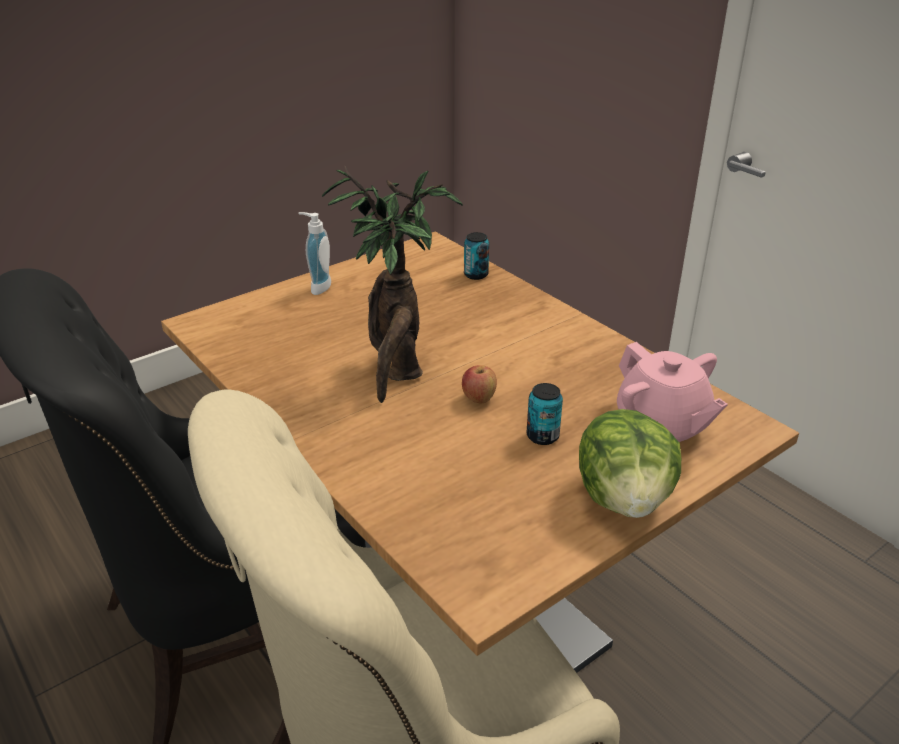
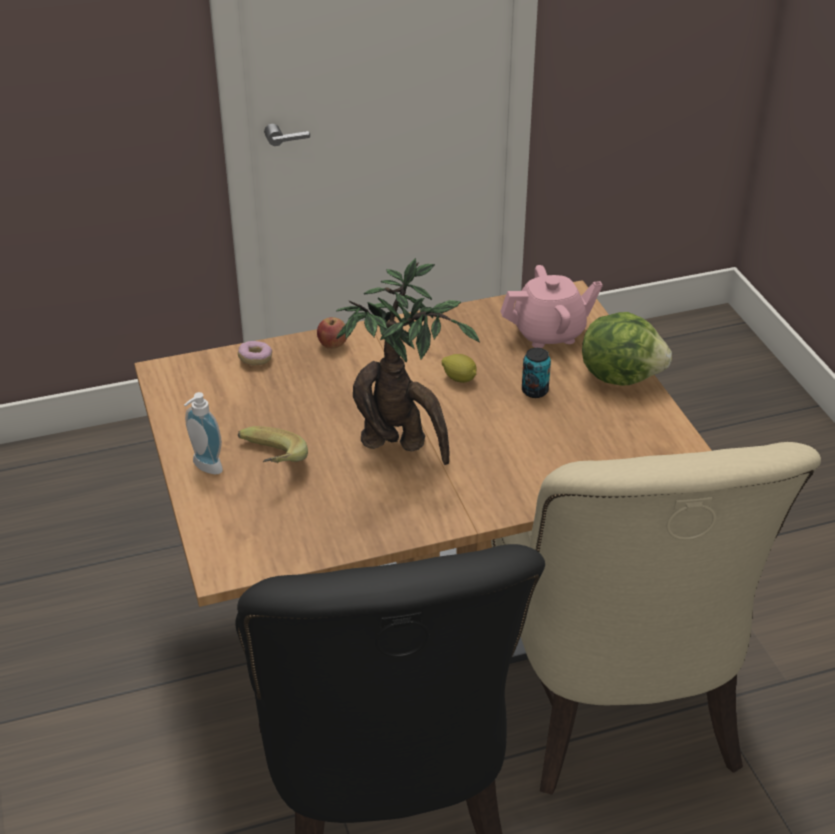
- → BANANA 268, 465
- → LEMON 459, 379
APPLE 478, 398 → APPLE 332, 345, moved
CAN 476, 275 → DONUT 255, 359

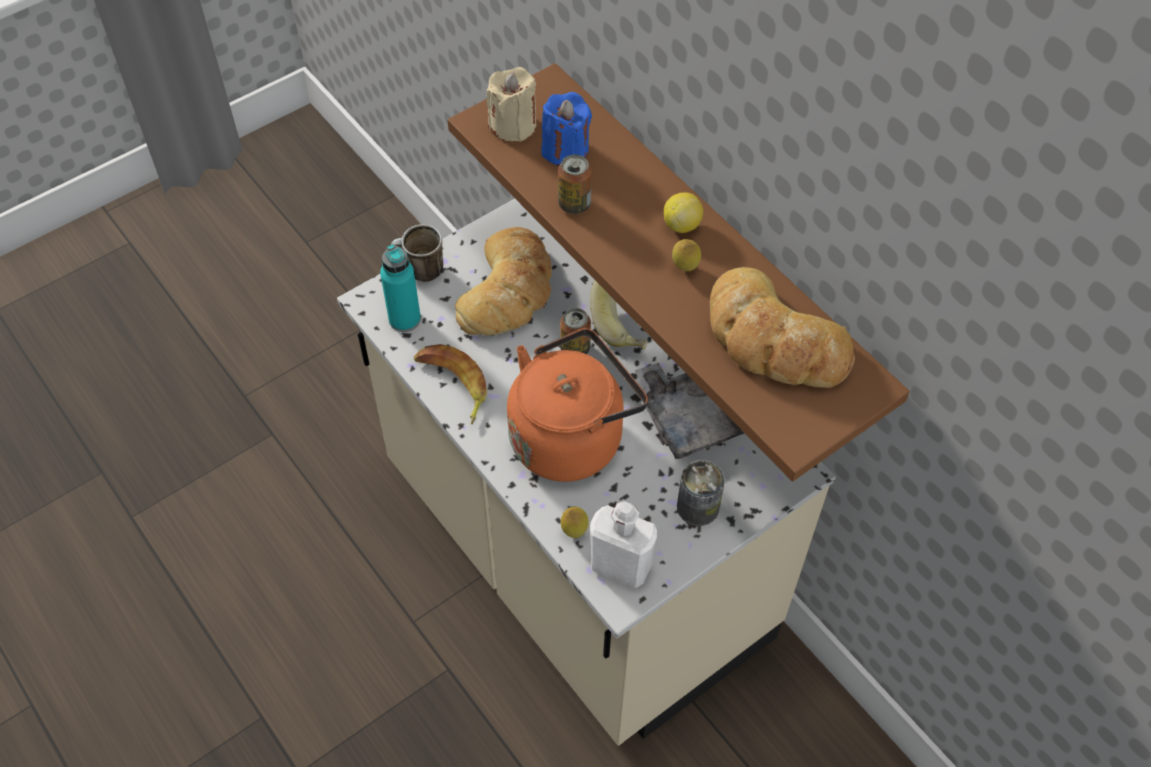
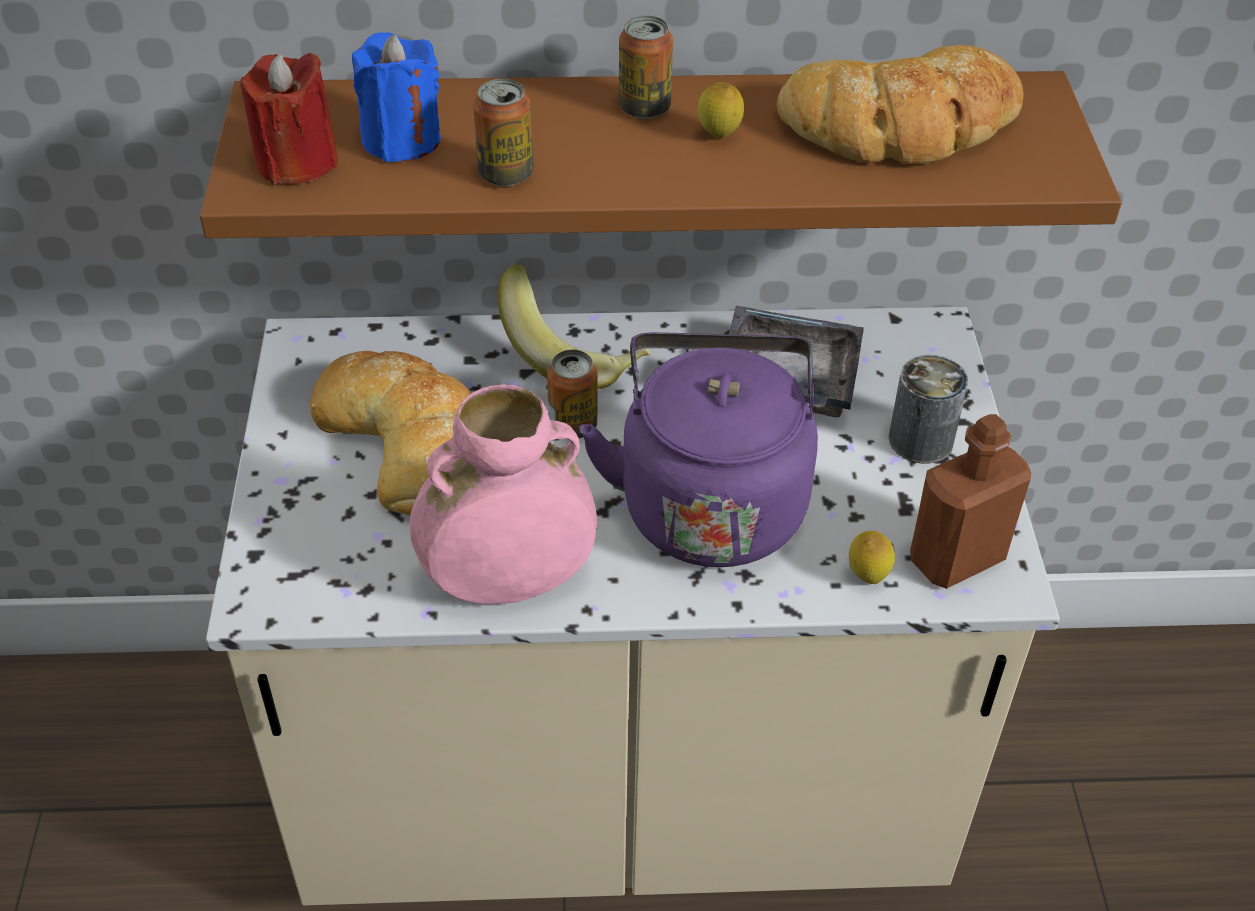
TURQUOISE BOTTLE 404, 319 → -
MUG 419, 272 → -
BANANA 452, 385 → PINK VASE 508, 582
LEMON 681, 225 → CAN 644, 108
BEIGE CANDLE 513, 125 → RED CANDLE 296, 162
ORANGE KETTLE 571, 436 → PURPLE KETTLE 711, 501
WHITE BOTTLE 620, 566 → BROWN BOTTLE 956, 559

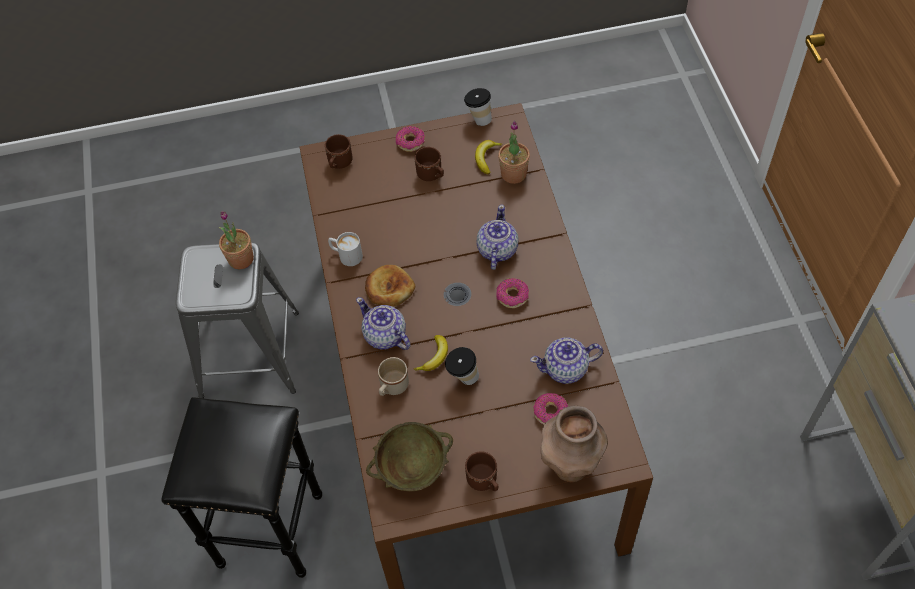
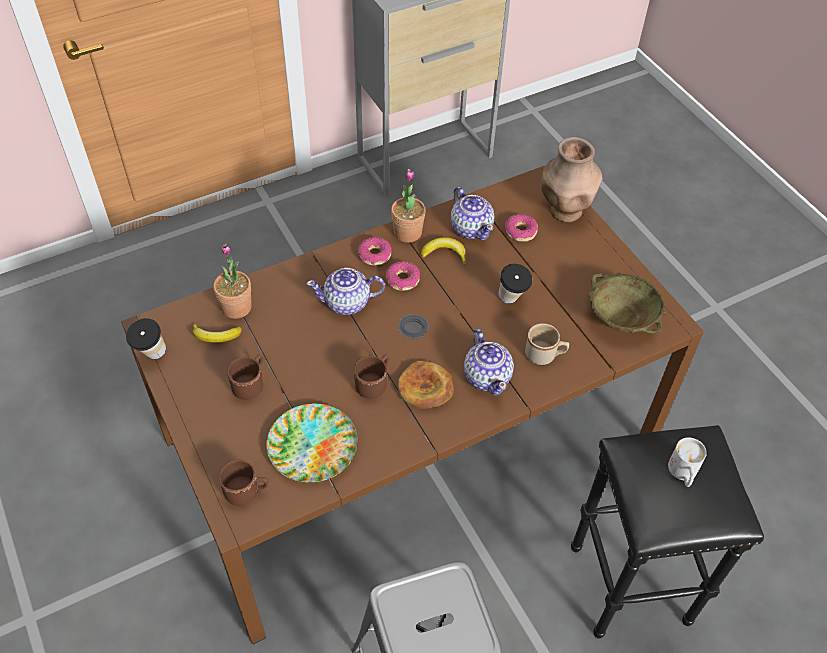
- → PLATE 311, 446
POTTED PLANT 241, 259 → POTTED PLANT 407, 233, moved
WHITE MUG 346, 255 → WHITE MUG 683, 474, moved
DONUT 410, 142 → DONUT 374, 255, moved
BANANA 434, 357 → BANANA 444, 253, moved
BROWN MUG 484, 482 → BROWN MUG 374, 384, moved
TEAPOT 385, 336 → TEAPOT 487, 376, 45 degrees counterclockwise

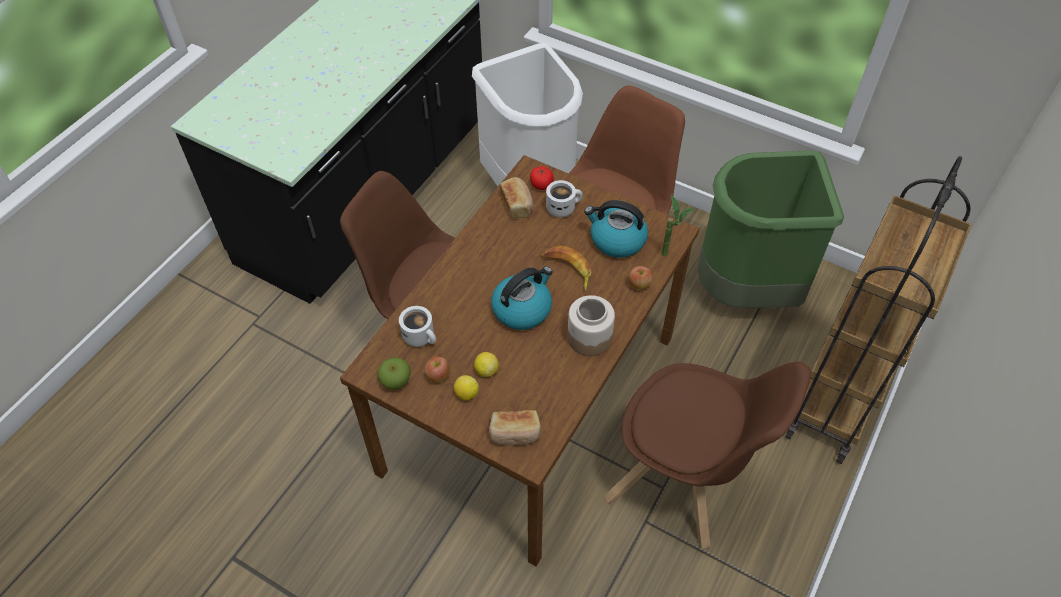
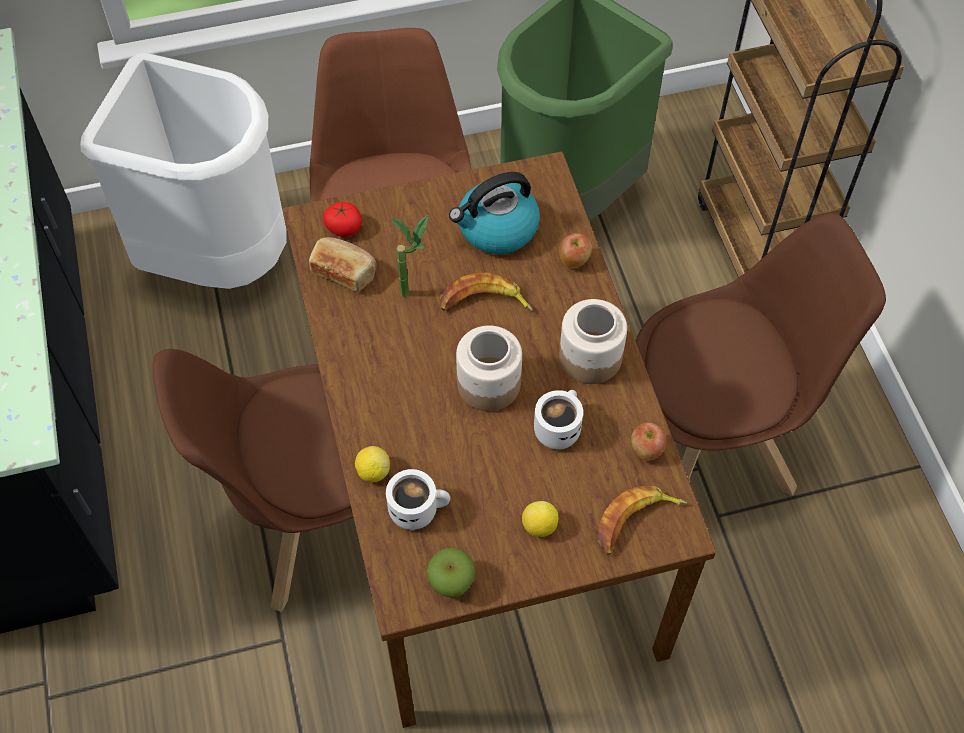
APPLE 438, 376 → APPLE 646, 450, moved
LEMON 486, 370 → LEMON 373, 471, moved
WHITE MUG 562, 207 → WHITE MUG 557, 427, moved
POTTED PLANT 669, 256 → POTTED PLANT 414, 292, moved
BREAD 515, 434 → BANANA 635, 522
KETTLE 522, 309 → JAR 488, 384

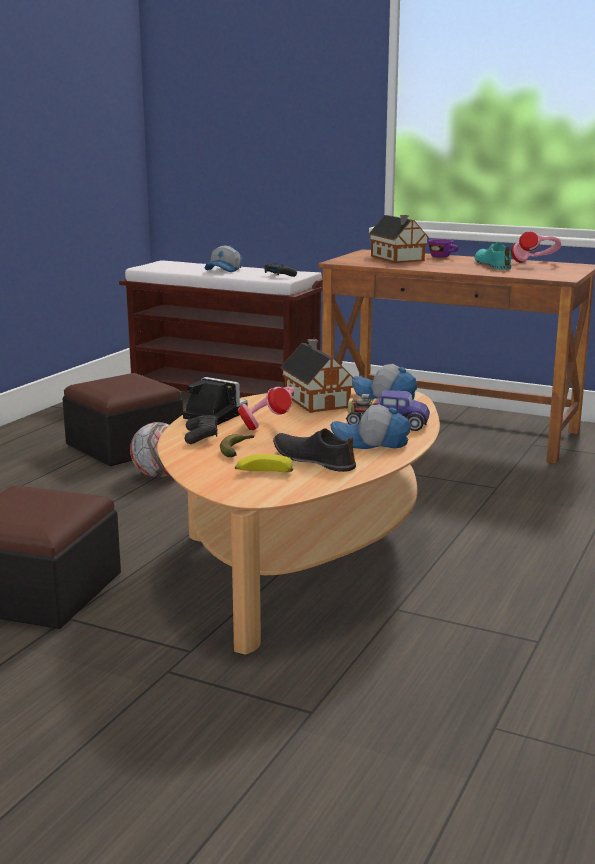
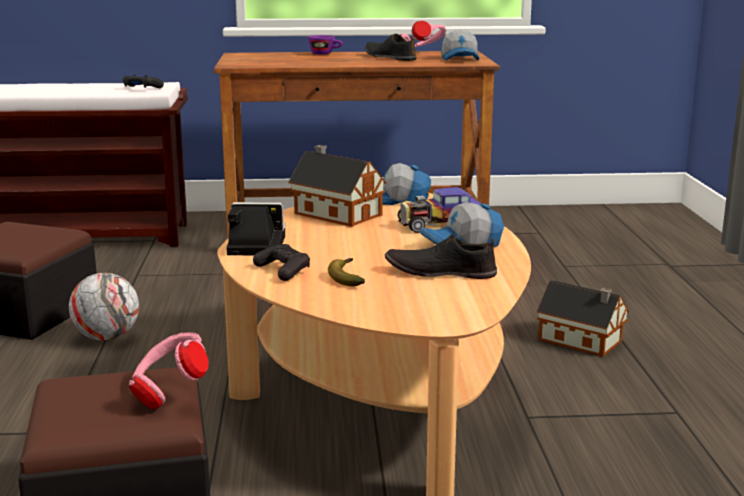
BANANA 263, 473 → -
CAP 224, 270 → CAP 460, 59, moved
PINK HEADPHONES 268, 425 → PINK HEADPHONES 169, 394, moved
TOY HOUSE 398, 259 → TOY HOUSE 582, 341, moved
TURQUOISE SHOE 492, 265 → BLACK SHOE 389, 57

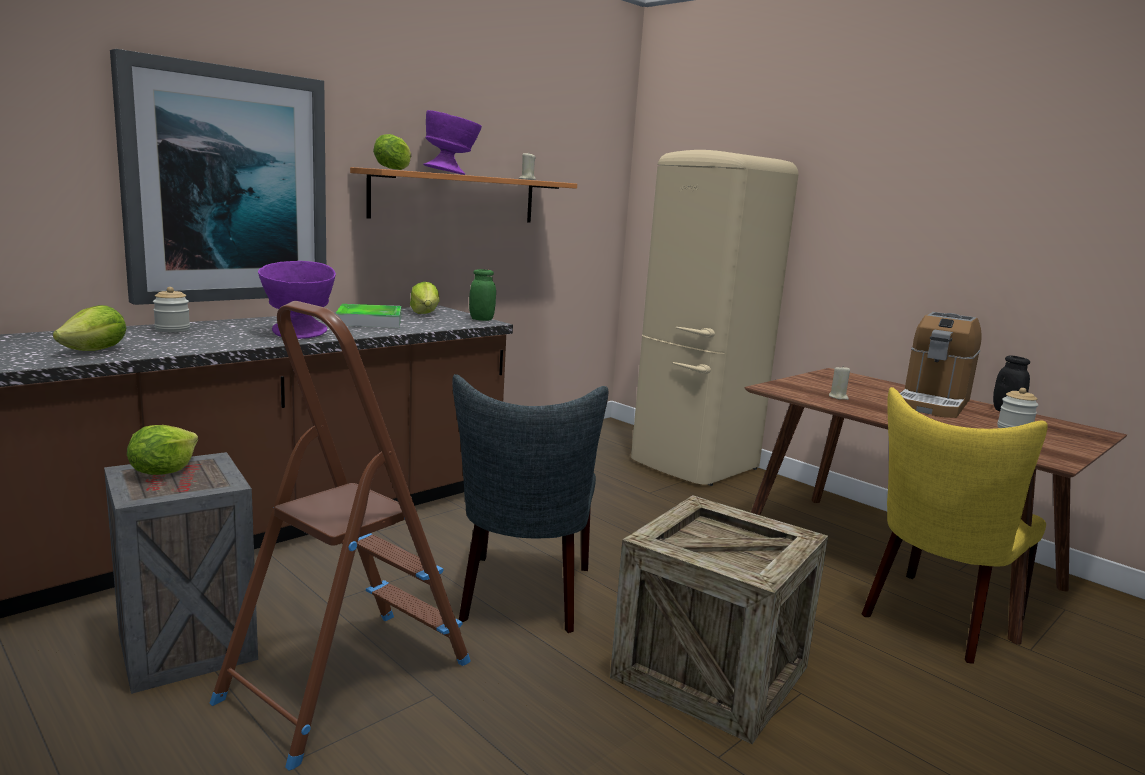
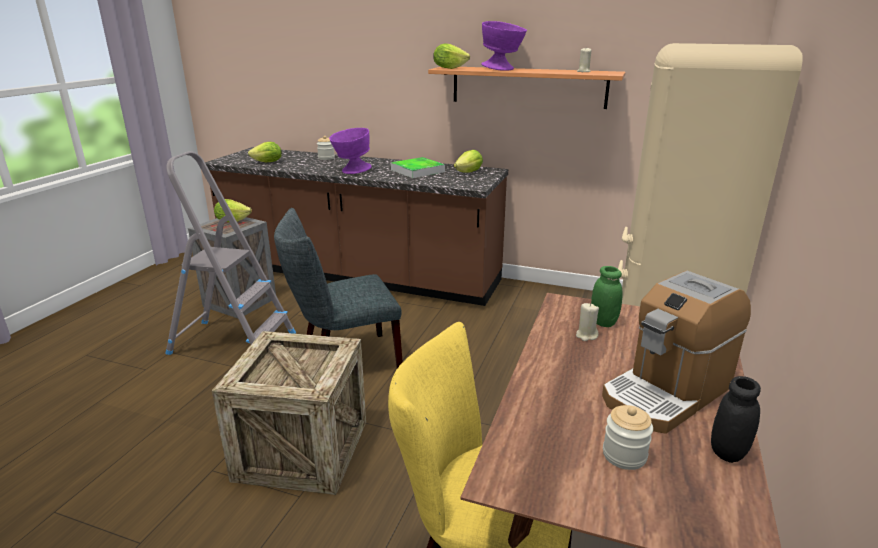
PICTURE 227, 186 → -
GREEN JAR 481, 319 → GREEN JAR 603, 322, moved
BROWN STEP LADDER 350, 679 → GREY STEP LADDER 234, 343
COFFEE MACHINE 933, 403 → COFFEE MACHINE 666, 392, 45 degrees counterclockwise

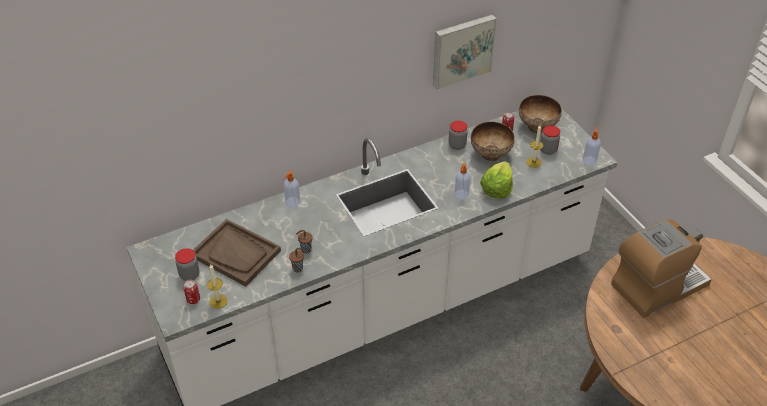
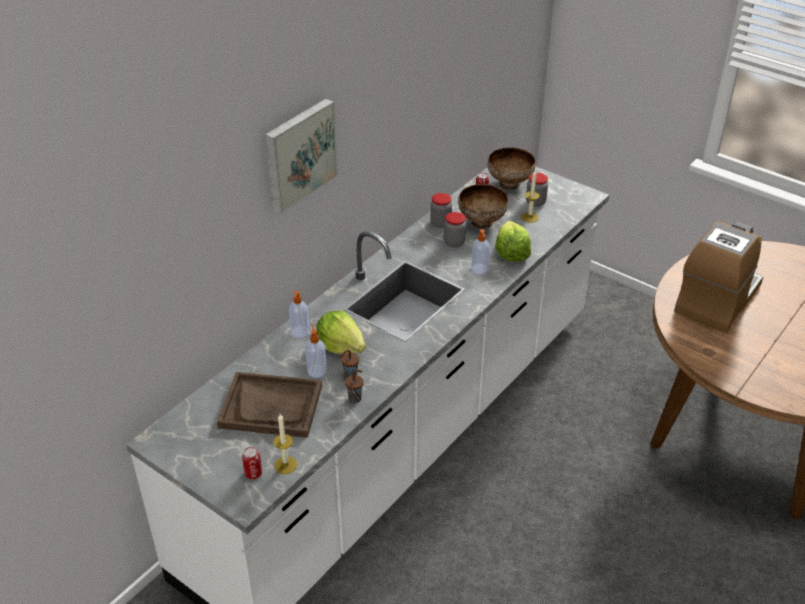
- → LETTUCE 341, 345
JAR 189, 275 → JAR 454, 242, moved
PICTURE 462, 50 → PICTURE 299, 154, moved
SOAP DISPENSER 589, 160 → SOAP DISPENSER 316, 370, moved

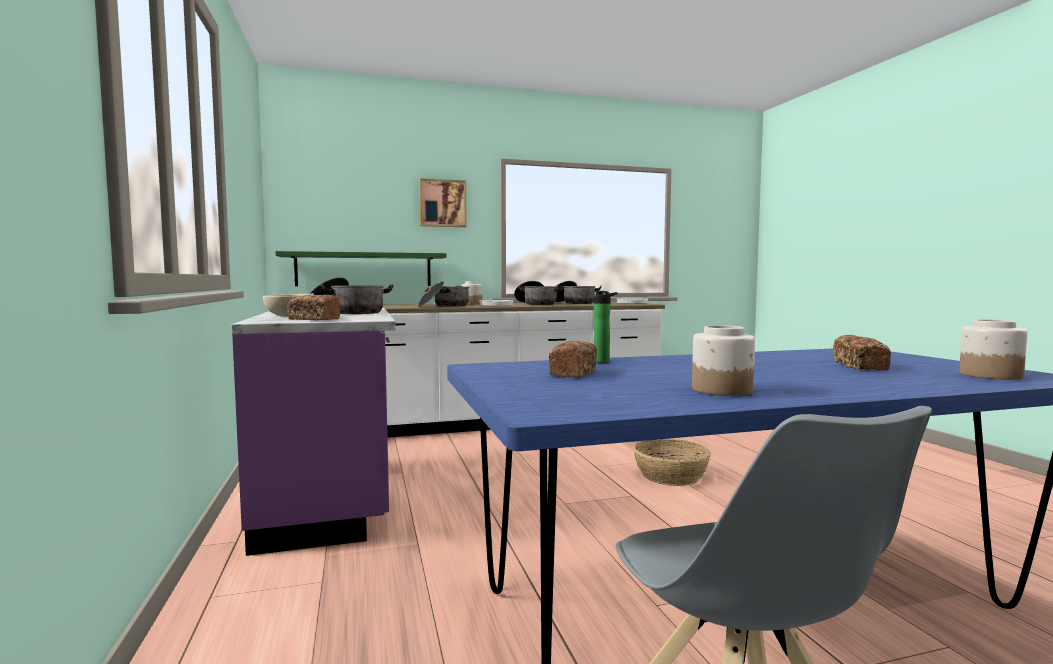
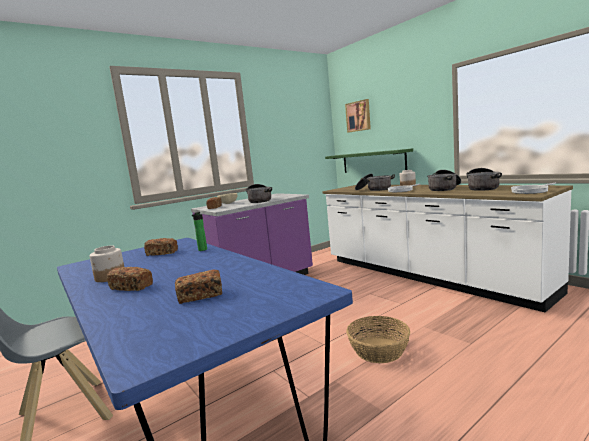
JAR 989, 375 → -
- → BREAD 131, 287
PICTURE 442, 203 → PICTURE 358, 116, moved

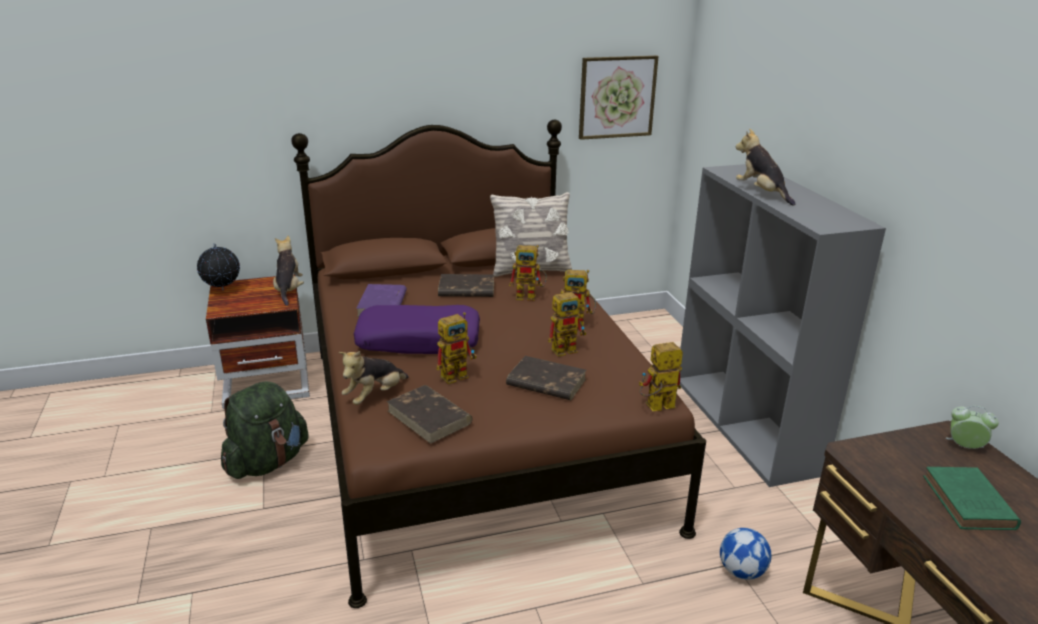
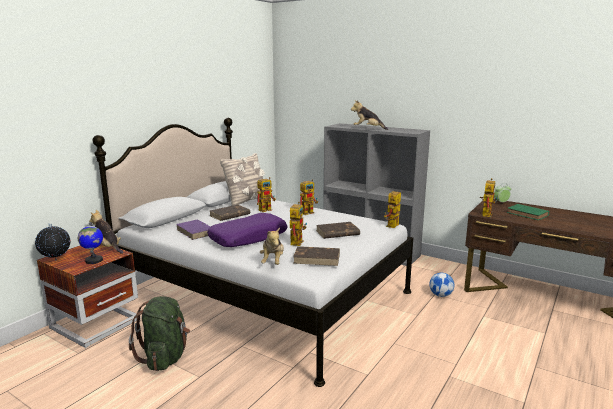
PICTURE 617, 97 → -
- → GLOBE 93, 260
TOY ROBOT 568, 348 → TOY ROBOT 486, 213, moved
BROWN BED 476, 432 → WHITE BED 264, 296

